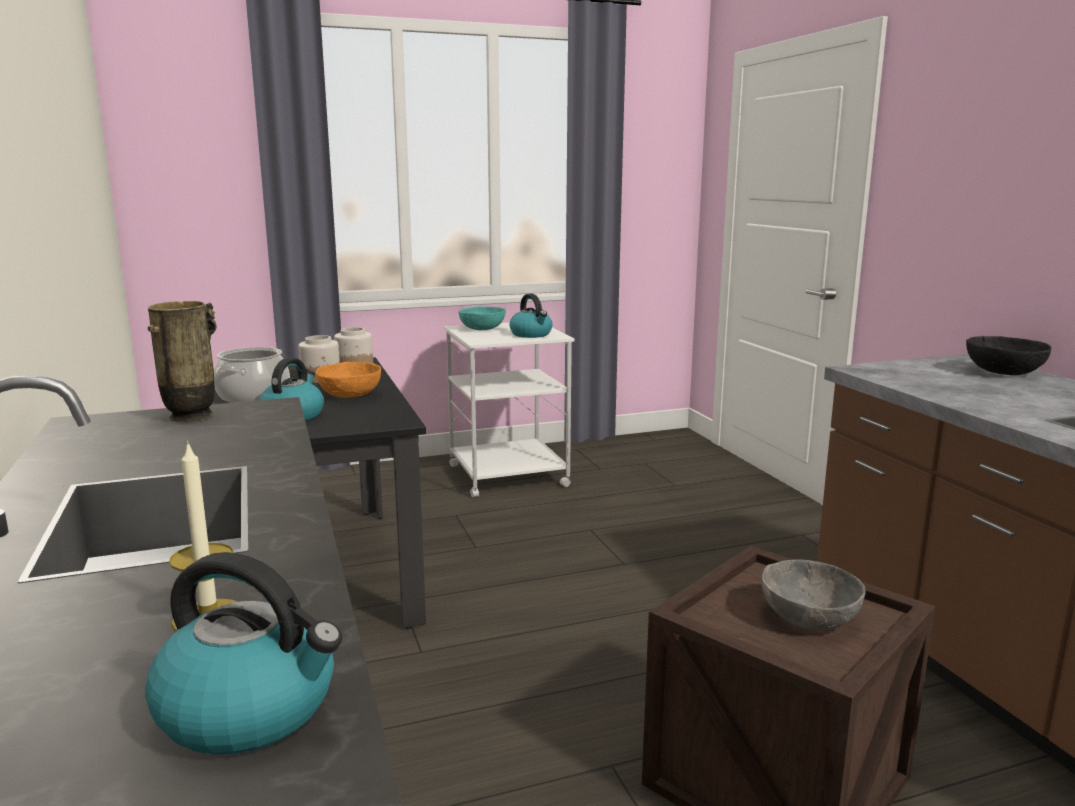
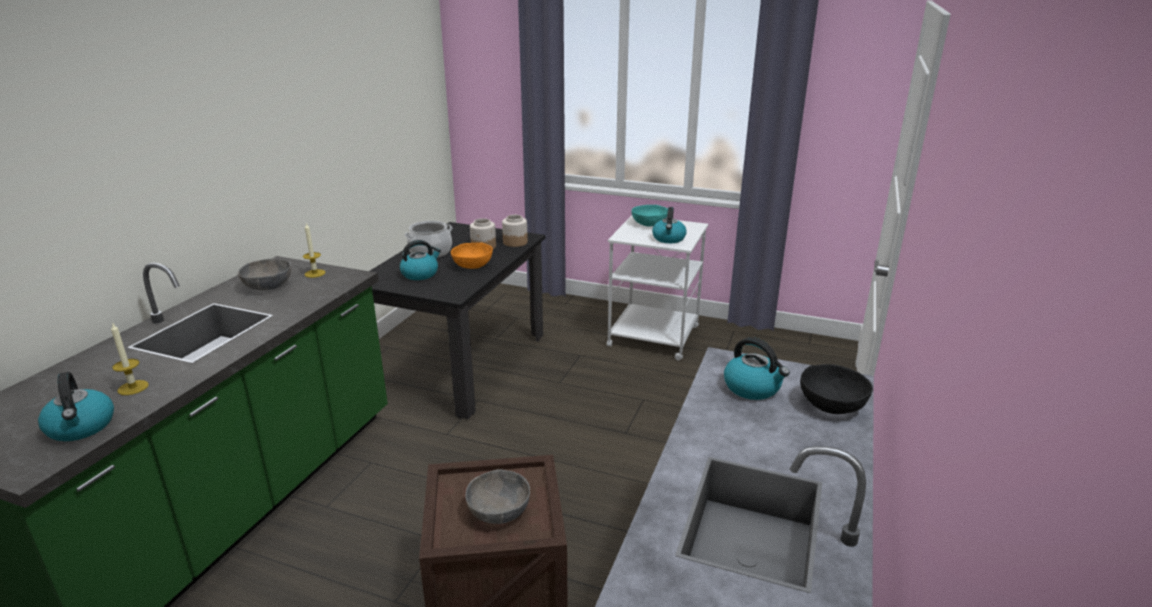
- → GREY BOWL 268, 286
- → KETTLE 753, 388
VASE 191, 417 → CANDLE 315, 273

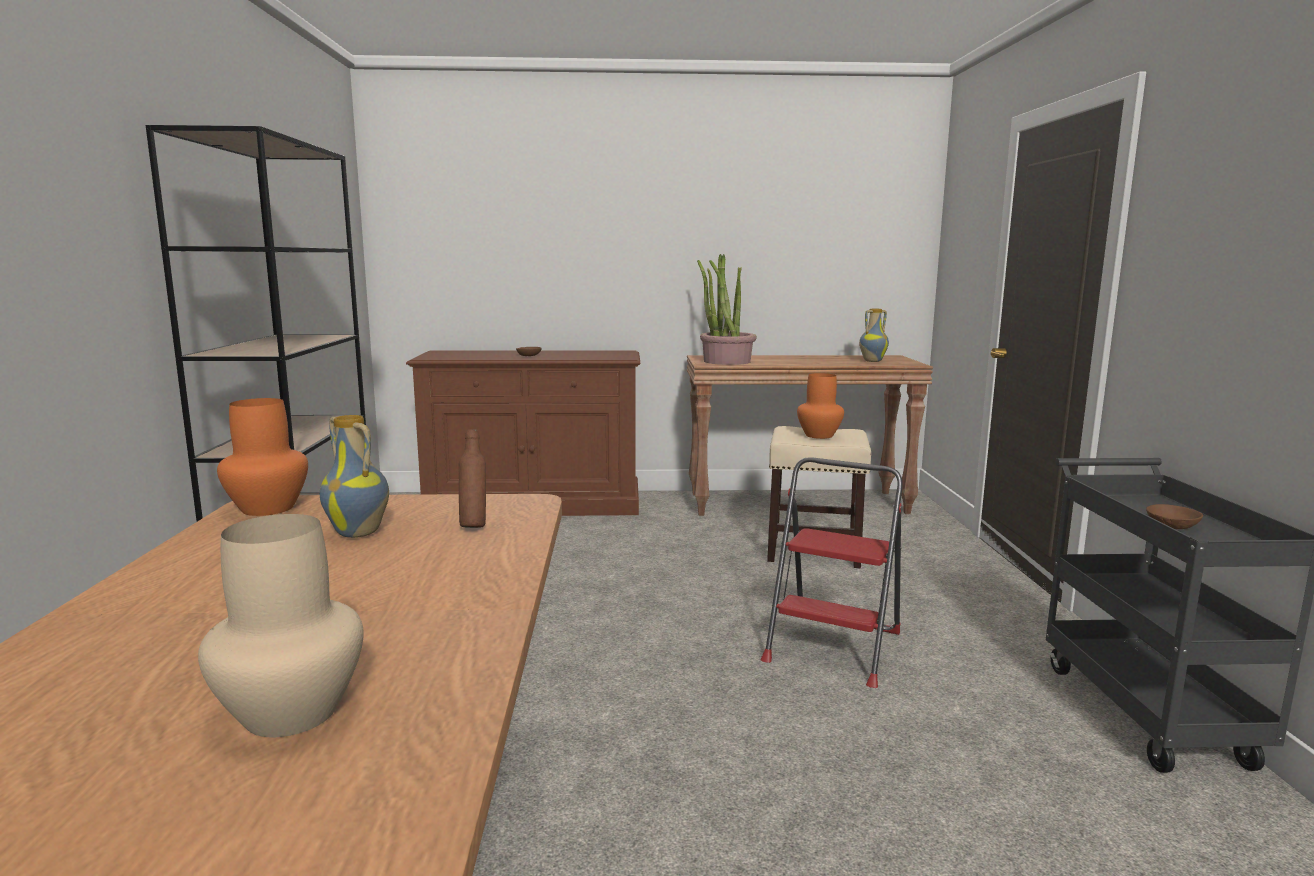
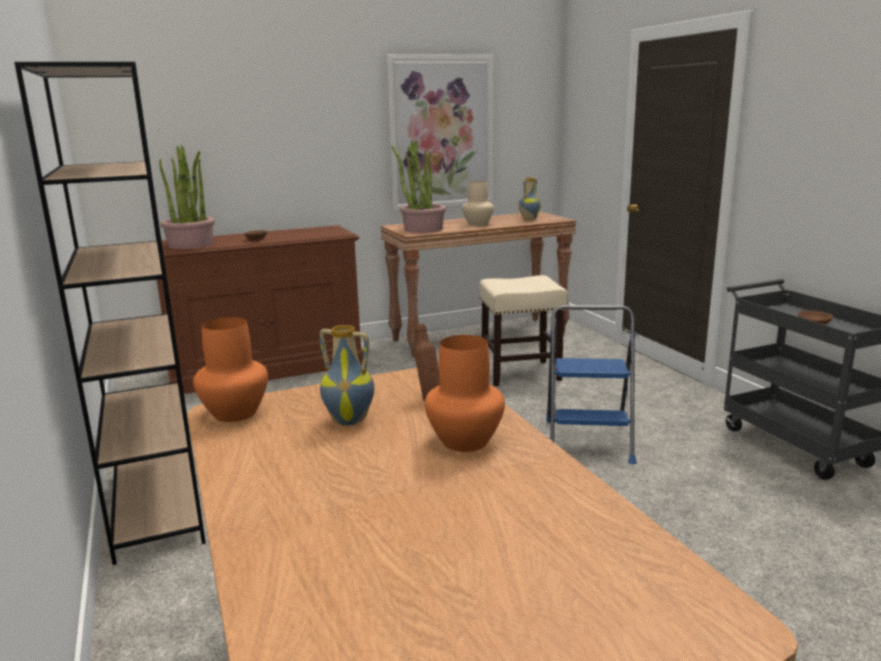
- → POTTED PLANT 191, 245
- → PICTURE 441, 132
BEIGE VASE 290, 714 → BEIGE VASE 478, 224, moved
ORANGE VASE 818, 435 → ORANGE VASE 463, 441, moved
RED STEP LADDER 836, 644 → BLUE STEP LADDER 588, 438

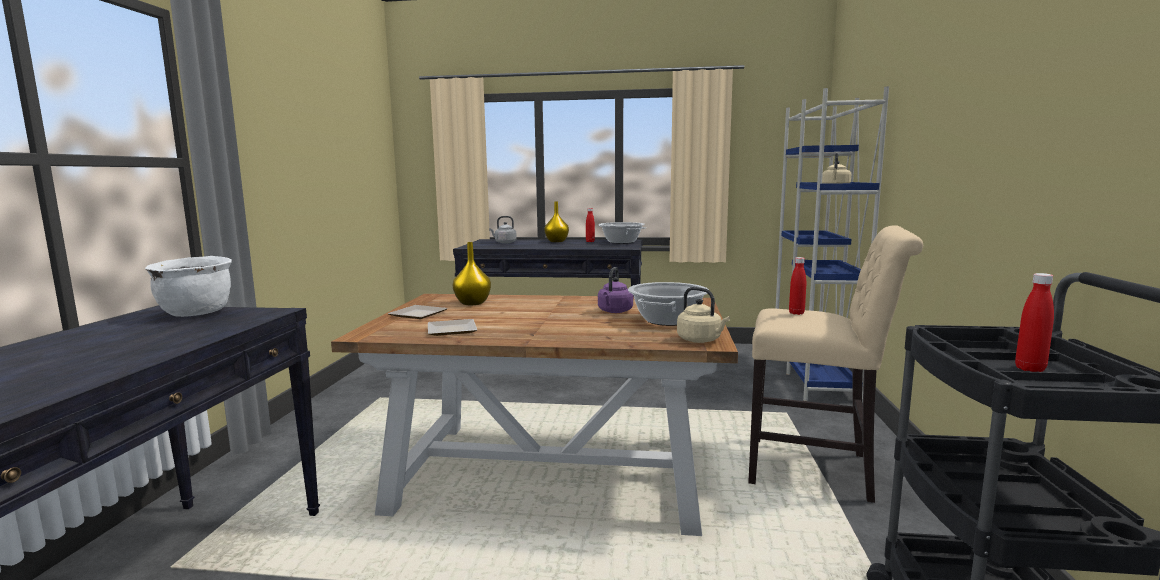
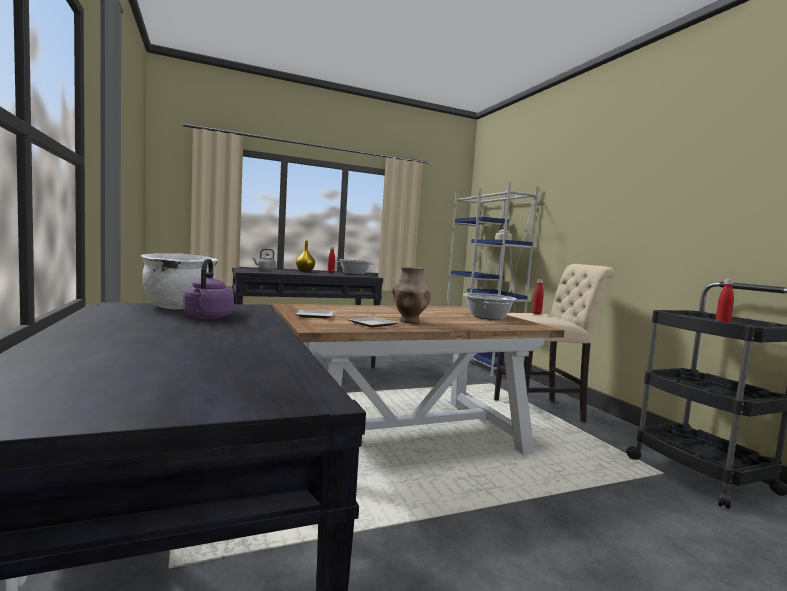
YELLOW VASE 473, 303 → -
BEIGE KETTLE 701, 340 → -
- → BROWN VASE 409, 321
PURPLE KETTLE 614, 311 → PURPLE KETTLE 207, 318, moved

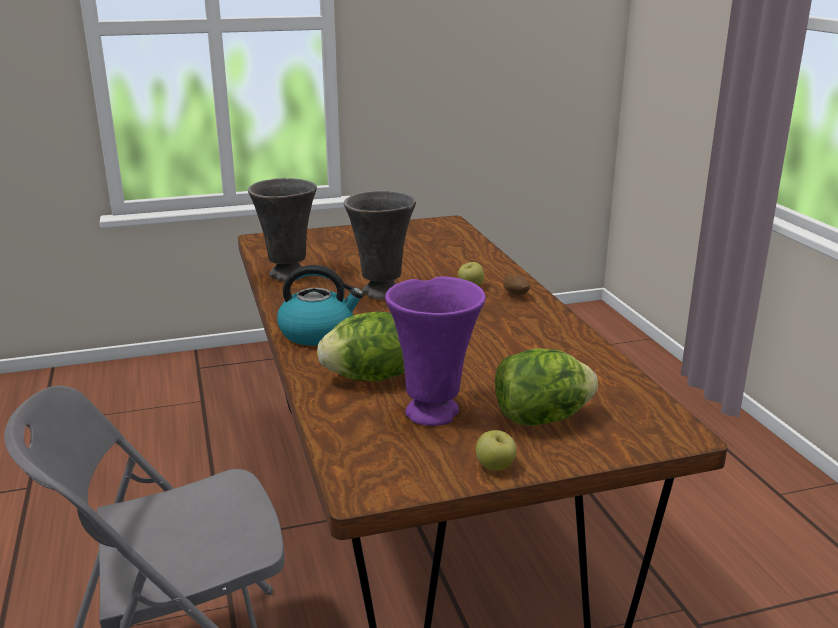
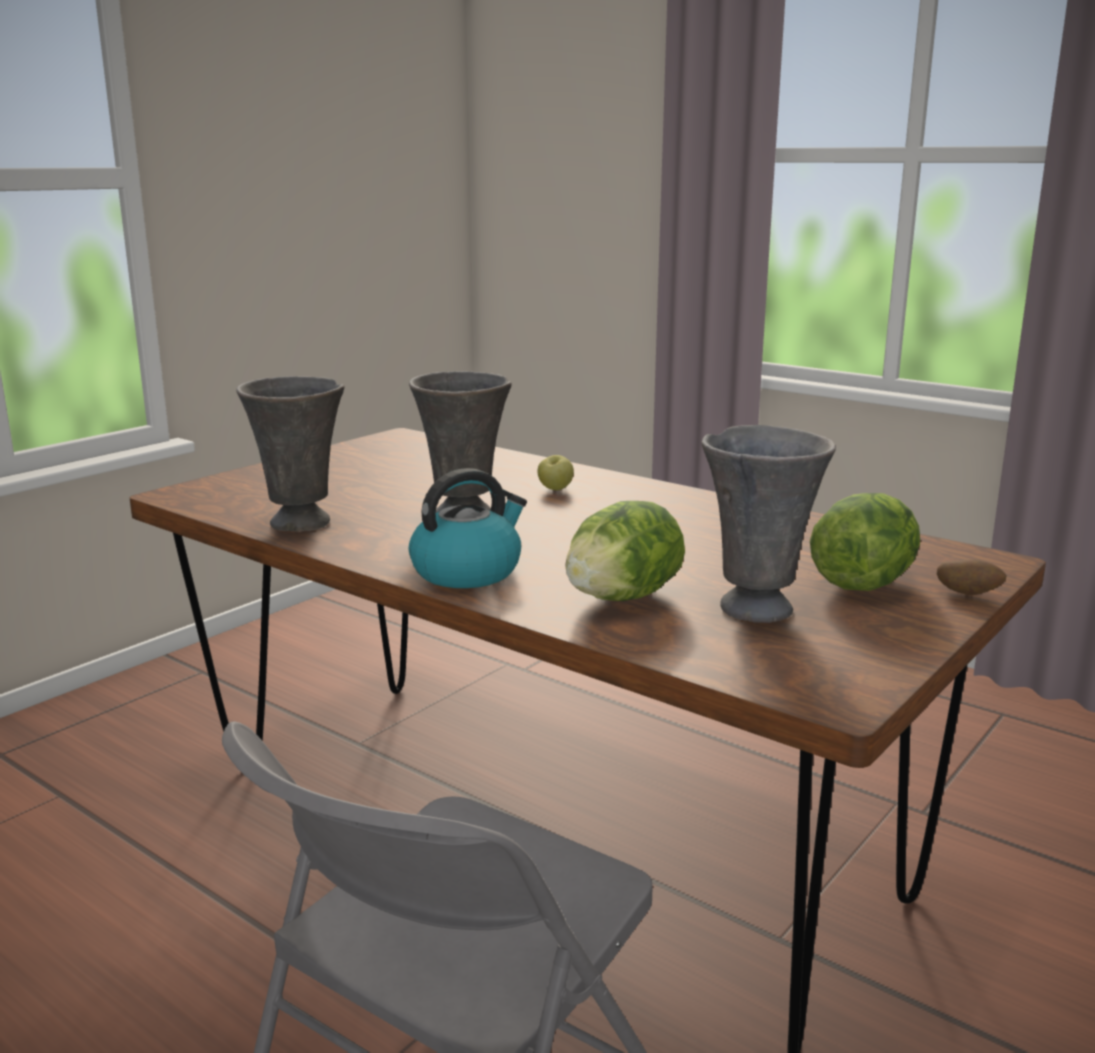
APPLE 495, 467 → -
POTATO 516, 295 → POTATO 968, 594, moved
PURPLE VASE 434, 412 → GREY VASE 757, 608

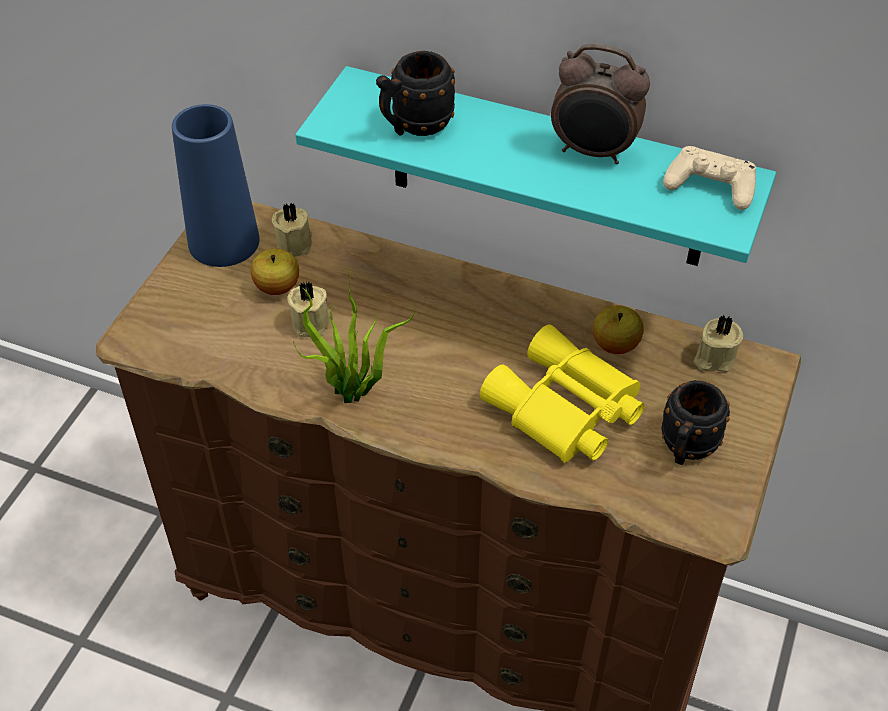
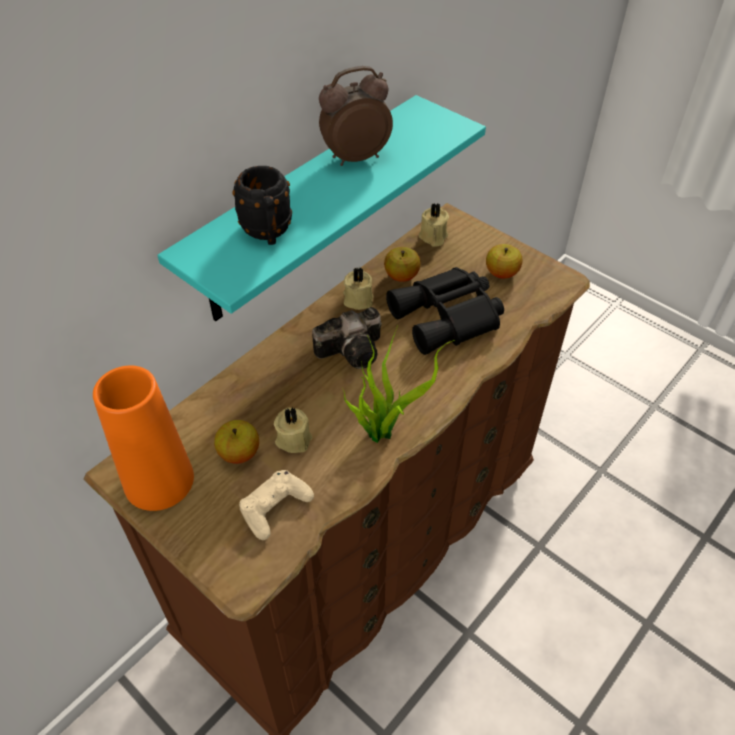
- → PHOTO CAMERA 354, 350
BEIGE CANDLE 296, 243 → BEIGE CANDLE 357, 299, moved
BEIGE GAME CONTROLLER 710, 186 → BEIGE GAME CONTROLLER 275, 507, moved
BLACK MUG 685, 449 → APPLE 501, 273
BLUE VASE 224, 242 → ORANGE VASE 159, 480
YELLOW BINOCULARS 564, 411 → BLACK BINOCULARS 448, 318
ALARM CLOCK 593, 152 → ALARM CLOCK 355, 157, 150 degrees counterclockwise

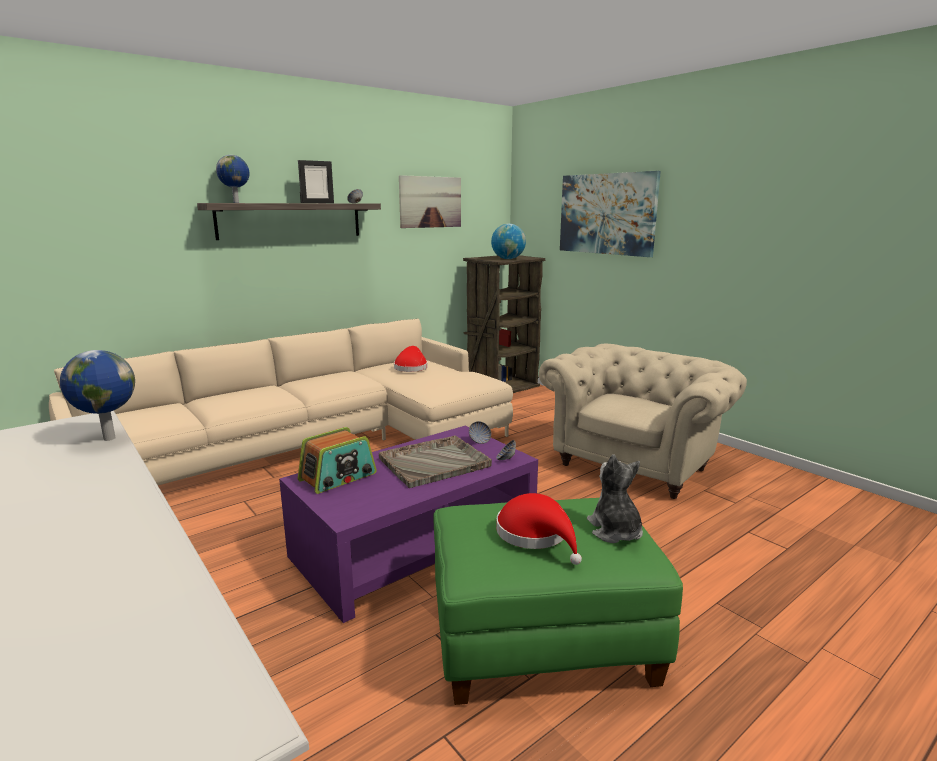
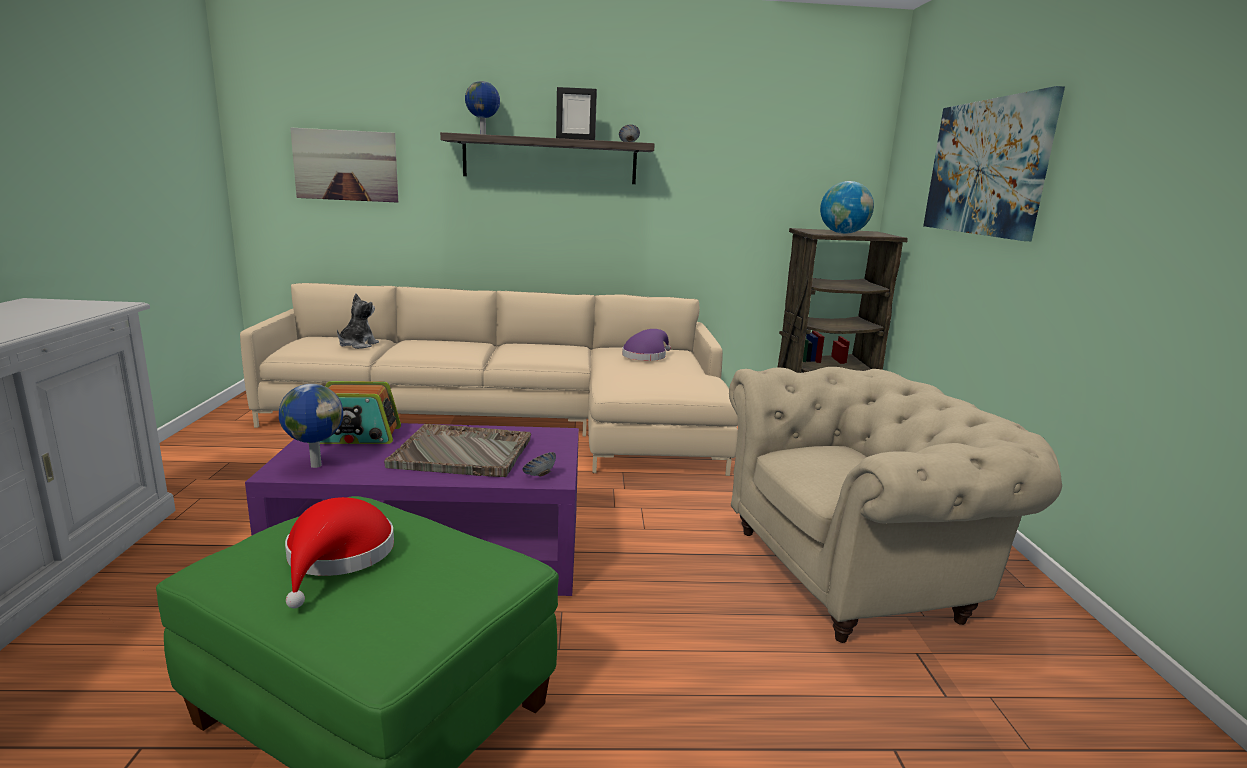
BOWL 479, 441 → -
GLOBE 108, 438 → GLOBE 315, 465, moved
PICTURE 430, 202 → PICTURE 346, 165, moved
PLUSH TOY 615, 531 → PLUSH TOY 357, 345, moved
RED HAT 411, 367 → PURPLE HAT 646, 356

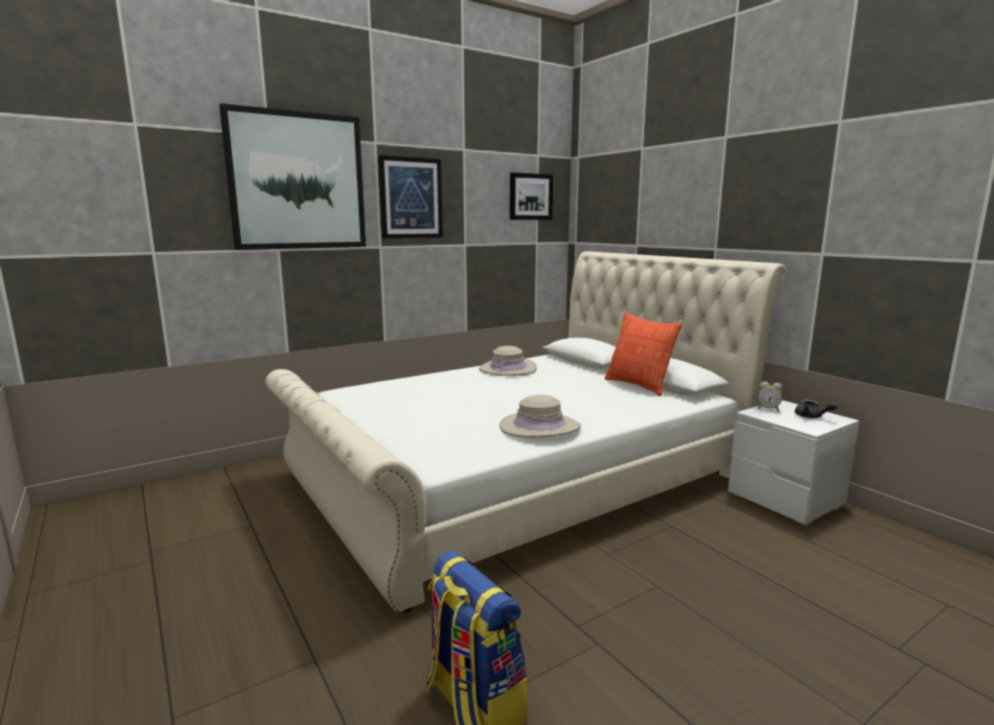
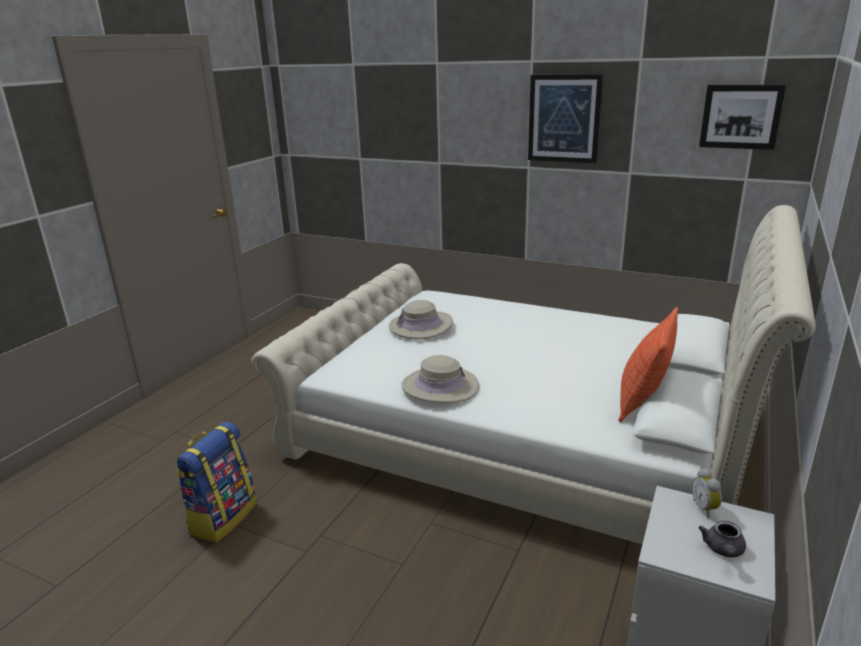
PICTURE 297, 181 → -
BEIGE HAT 508, 369 → BEIGE HAT 421, 326, moved

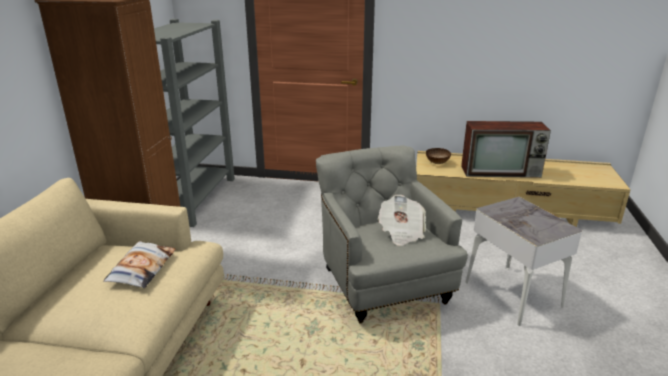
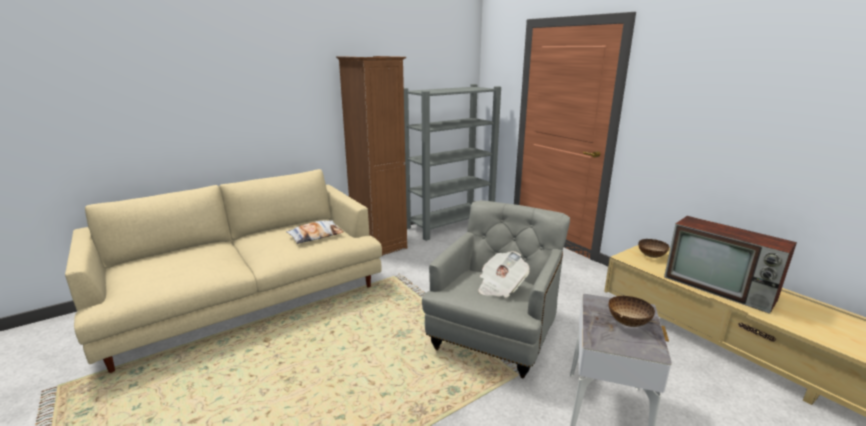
- → BOWL 628, 322

